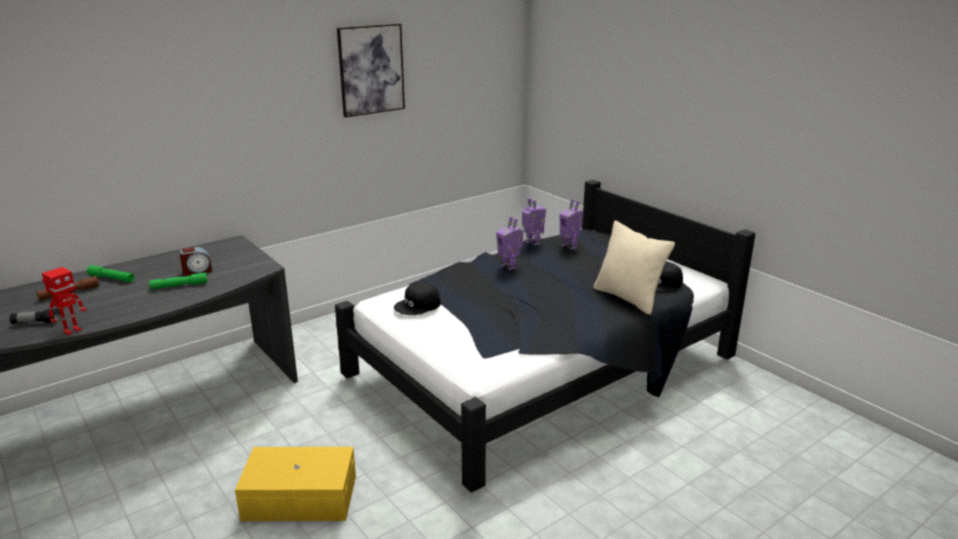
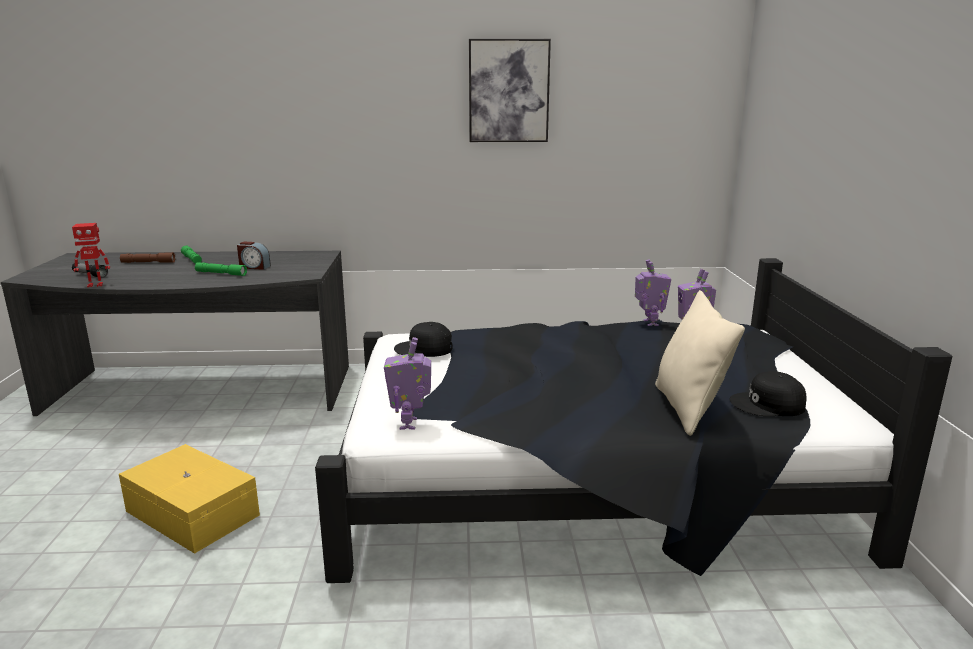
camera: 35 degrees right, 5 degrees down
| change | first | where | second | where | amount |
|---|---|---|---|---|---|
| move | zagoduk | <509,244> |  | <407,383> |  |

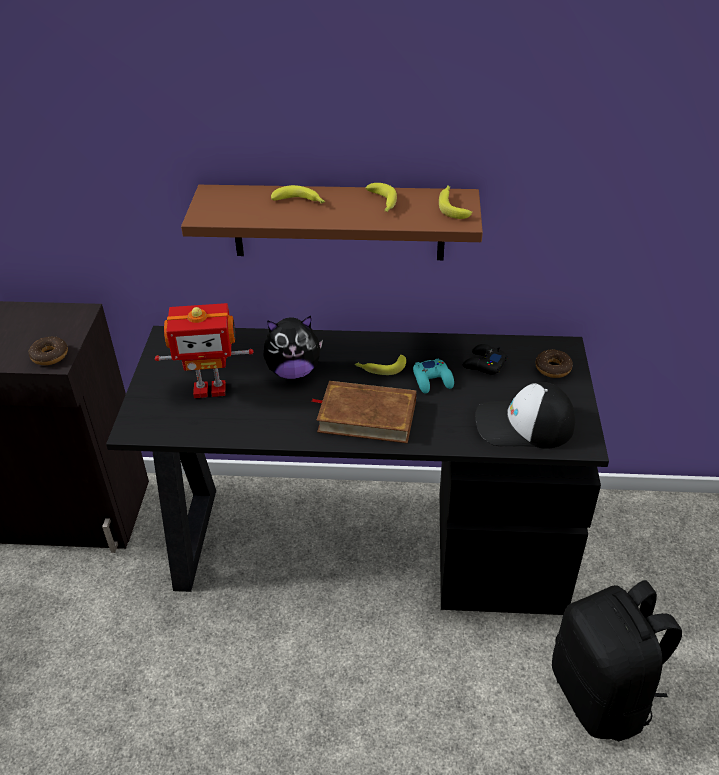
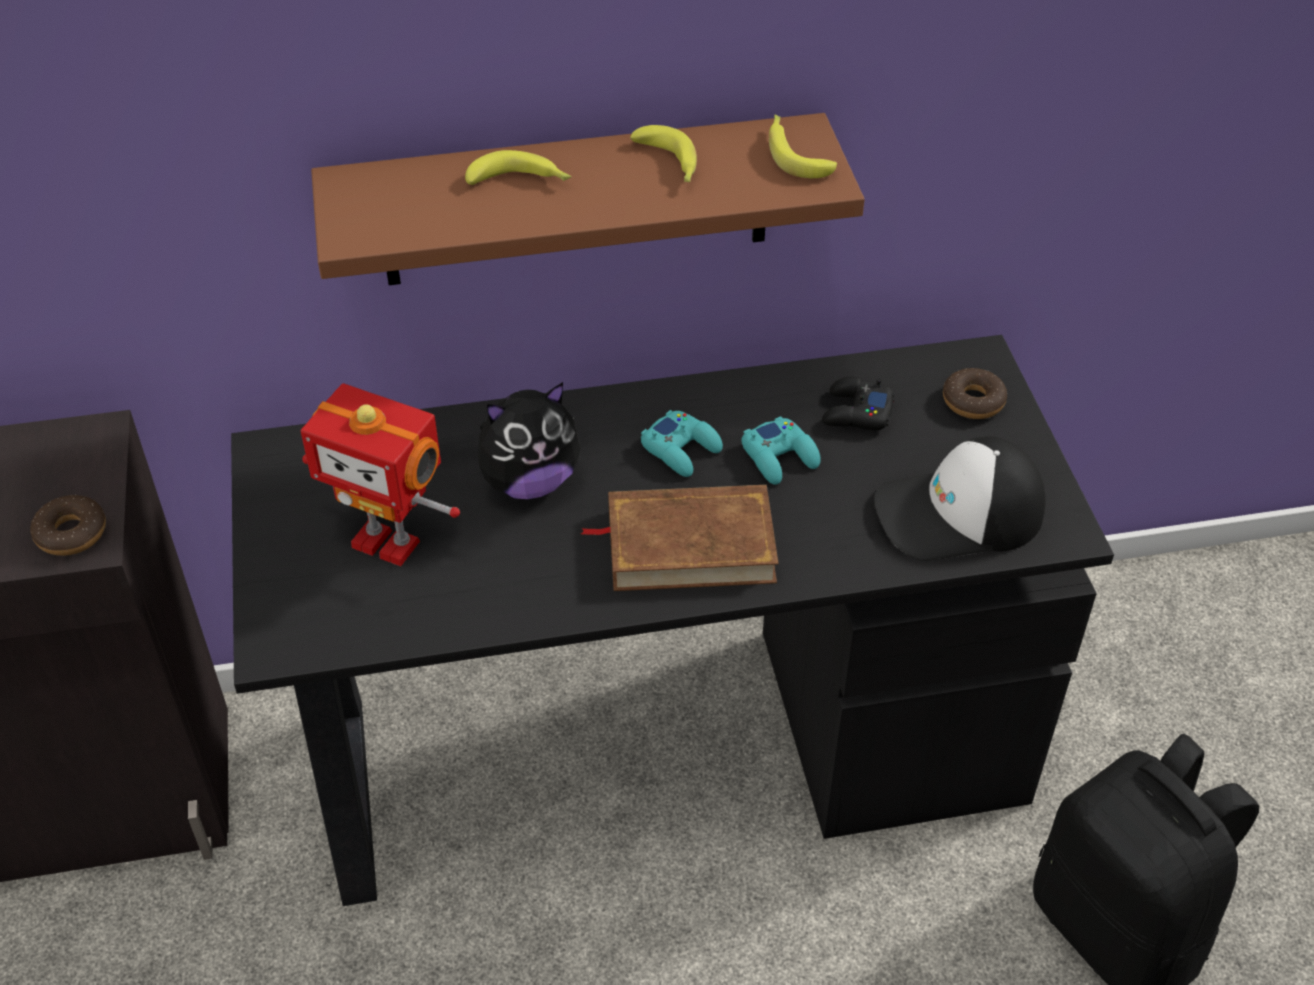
camera: 15 degrees left, 5 degrees up
| change | first | where | second | where | amount |
|---|---|---|---|---|---|
| rotate | zagoduk | <204,350> |  | <380,475> | 45 degrees clockwise |
| replace | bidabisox | <380,365> | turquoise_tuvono | <682,443> |  |

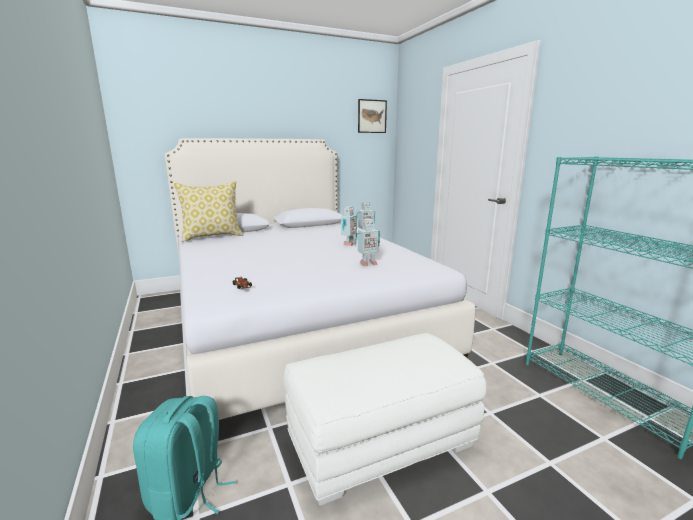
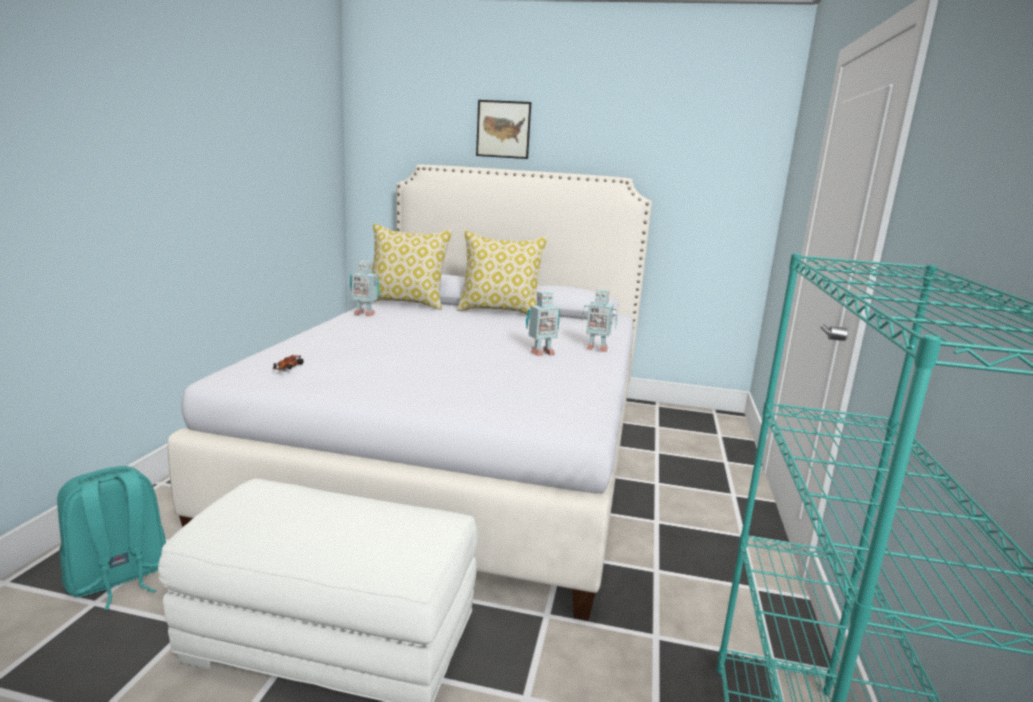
camera: 35 degrees right, 0 degrees up
| change | first | where | second | where | amount |
|---|---|---|---|---|---|
| move | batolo | <372,116> |  | <504,129> |  |
| move | zagoduk | <367,242> |  | <365,288> |  |
| insert |  |  | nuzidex | <502,273> |  |

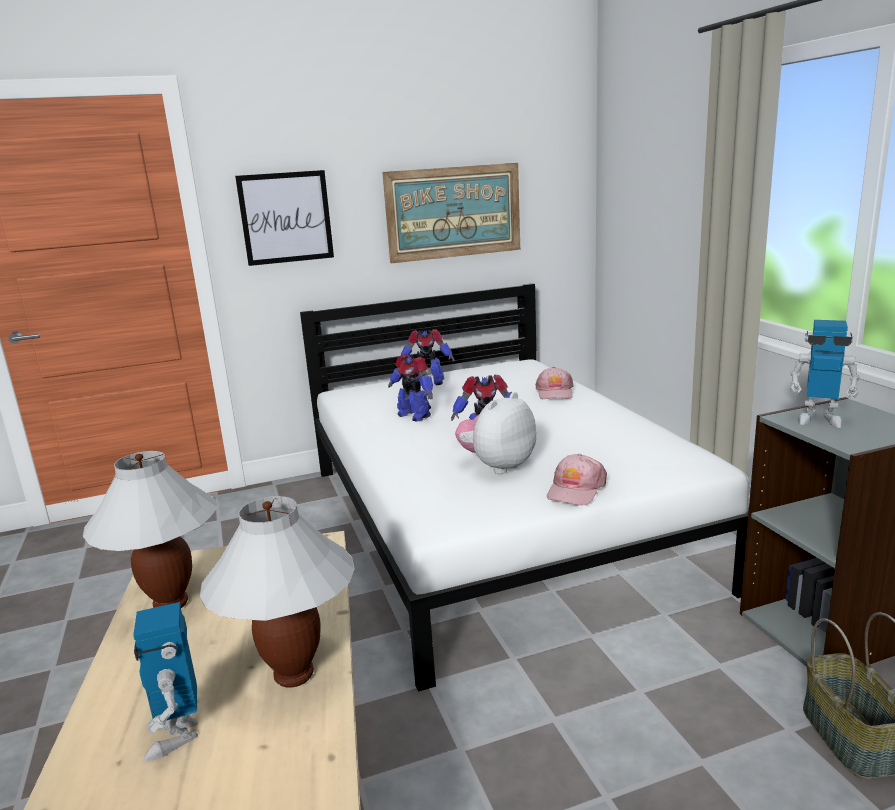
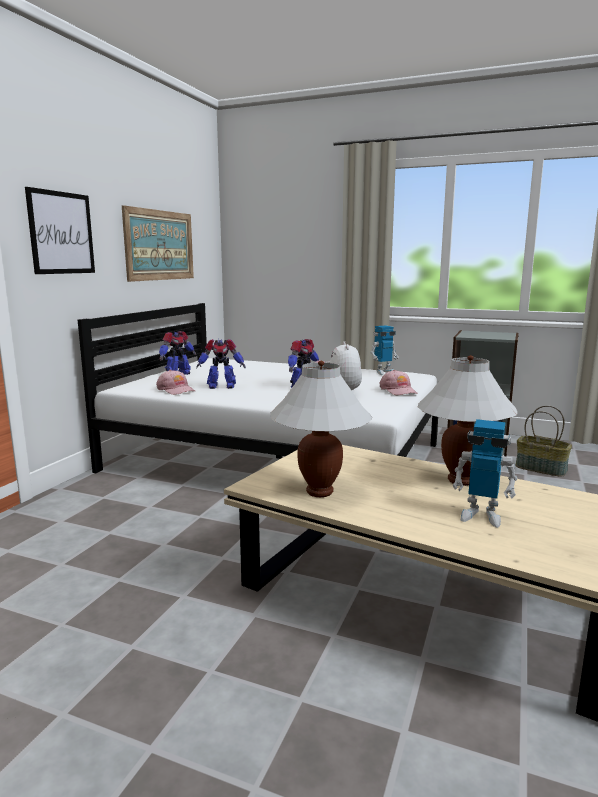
camera: 50 degrees left, 5 degrees down
| change | first | where | second | where | amount |
|---|---|---|---|---|---|
| move | zagoduk | <824,374> |  | <384,350> |  |
| move | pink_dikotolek | <554,383> |  | <175,382> |  |

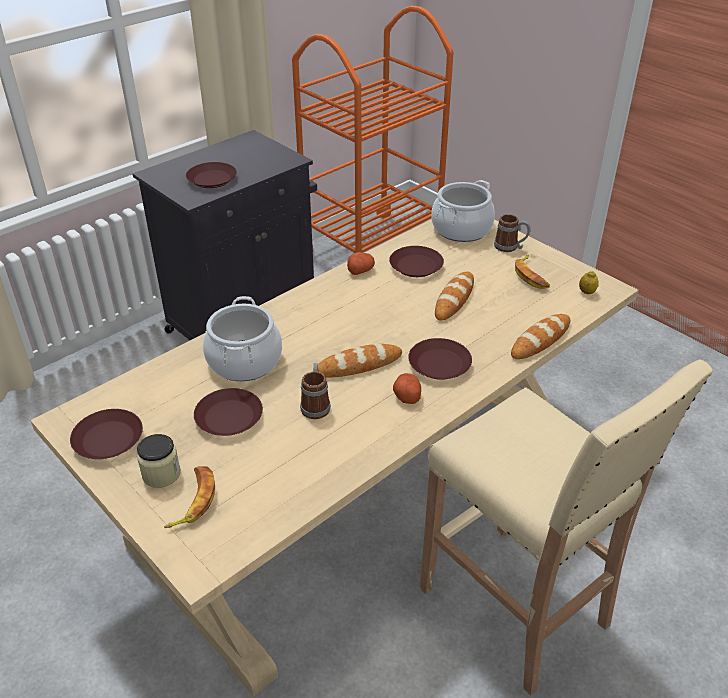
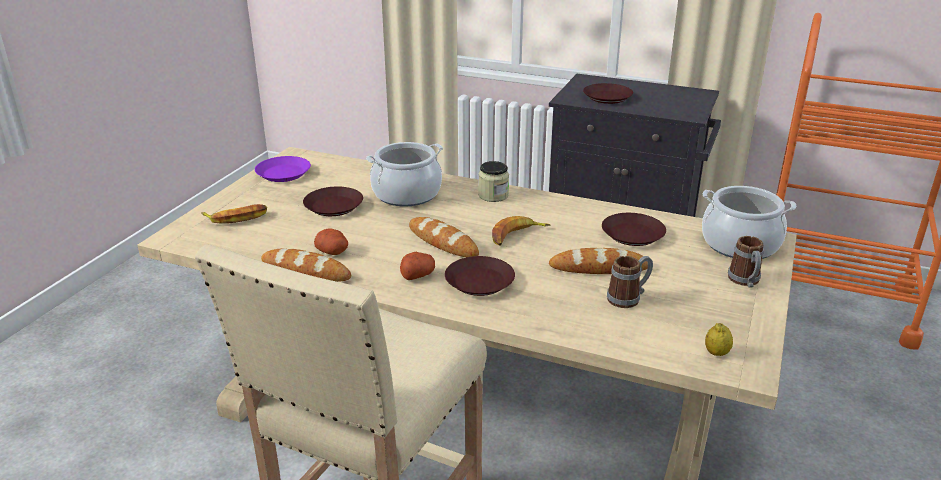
camera: 65 degrees right, 10 degrees down
| change | first | where | second | where | amount |
|---|---|---|---|---|---|
| move | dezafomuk | <361,263> |  | <331,241> |  |
| move | bidabisox | <532,272> |  | <521,231> |  |
| move | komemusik | <540,336> |  | <306,265> |  |
| move | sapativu | <315,391> |  | <630,282> |  |
| recolor | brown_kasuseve | <106,434> | purple_kasuseve | <283,169> |  |
| move | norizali | <159,461> |  | <493,181> |  |

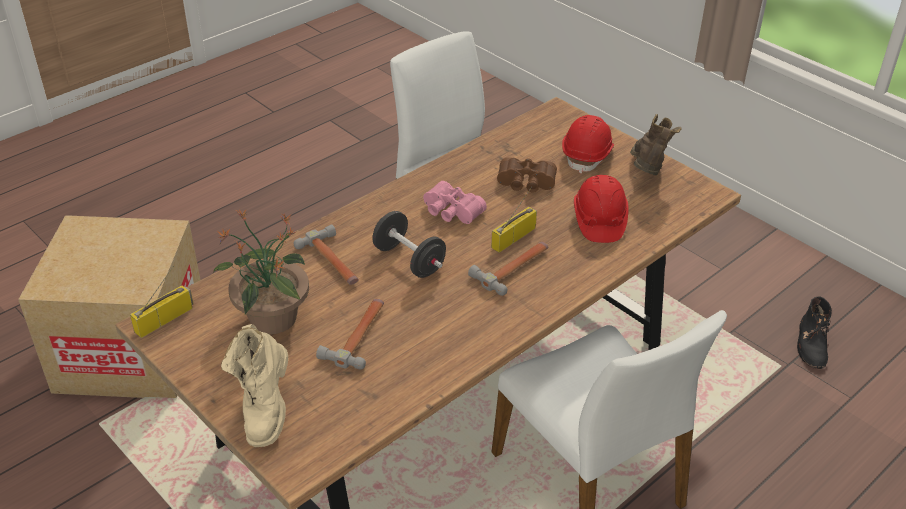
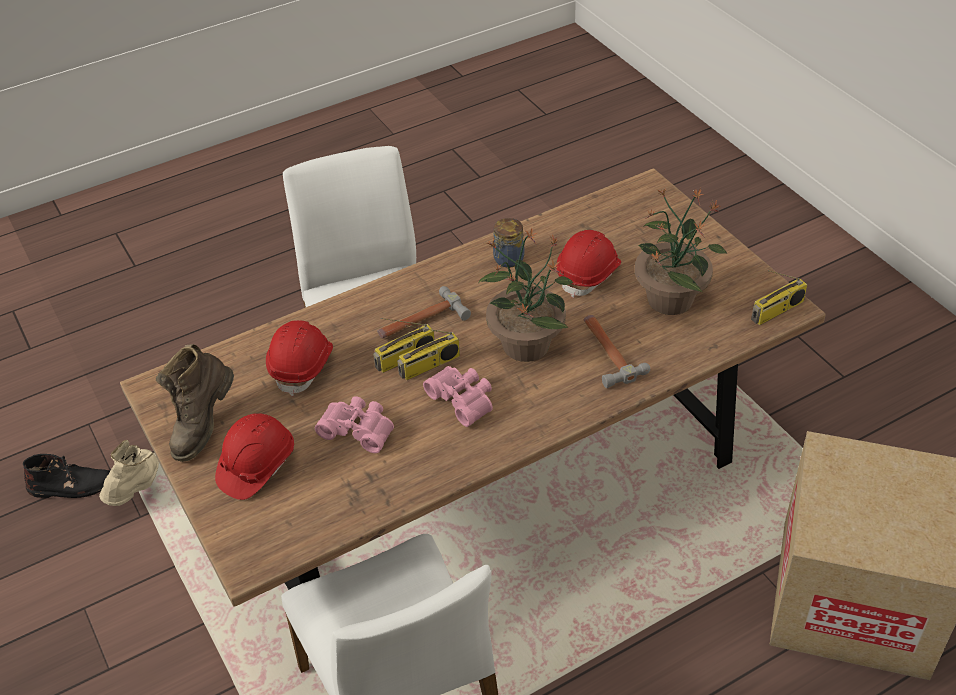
camera: 165 degrees left, 5 degrees up
| change | first | where | second | where | amount |
|---|---|---|---|---|---|
| recolor | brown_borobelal | <527,175> | pink_borobelal | <354,424> |  |
| replace | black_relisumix | <409,244> | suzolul | <525,295> |  |
| rotate | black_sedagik | <814,332> |  | <66,476> | 60 degrees clockwise |
| replace | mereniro | <350,334> | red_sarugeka | <588,264> |  |
| move | beige_sedagik | <254,385> |  | <129,473> |  |
| insert |  |  | norizali | <508,243> |  |
| insert |  |  | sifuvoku | <428,352> |  |

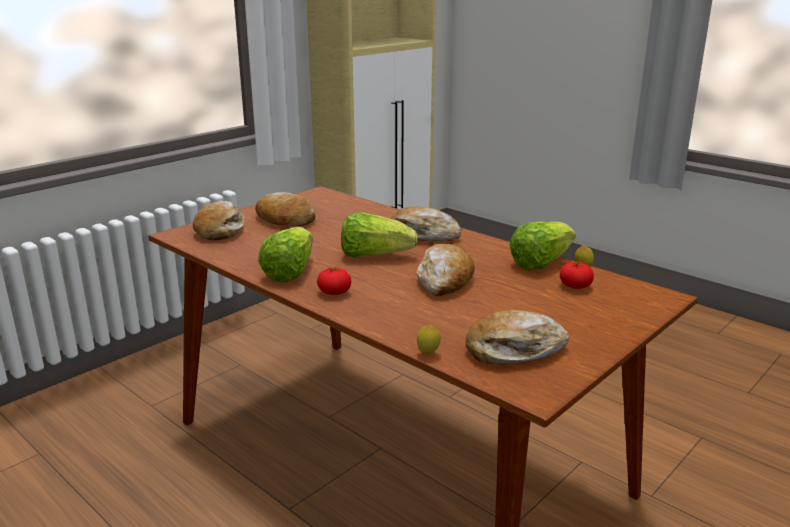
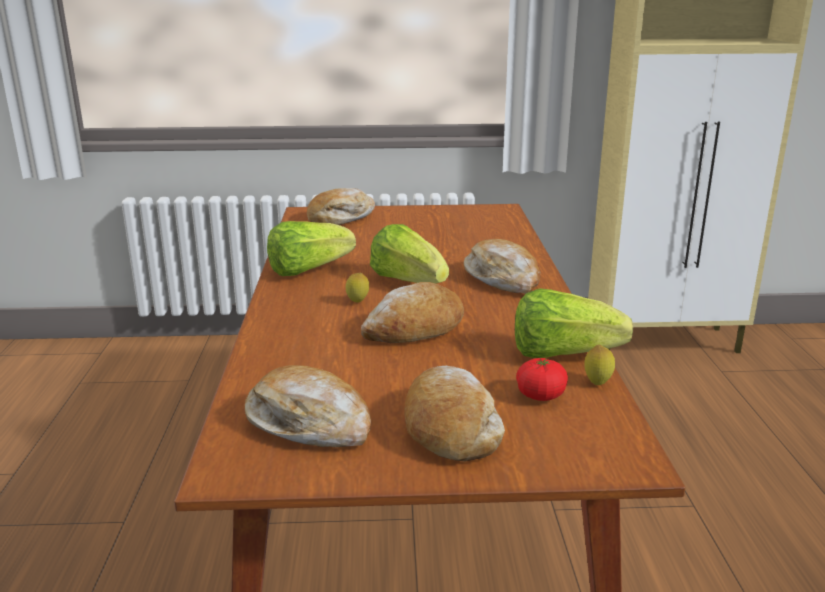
camera: 45 degrees right, 0 degrees up
| change | first | where | second | where | amount |
|---|---|---|---|---|---|
| move | komemusik | <285,209> |  | <454,414> |  |
| delete | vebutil | <334,281> |  |  |  |
| move | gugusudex | <429,339> |  | <357,287> |  |

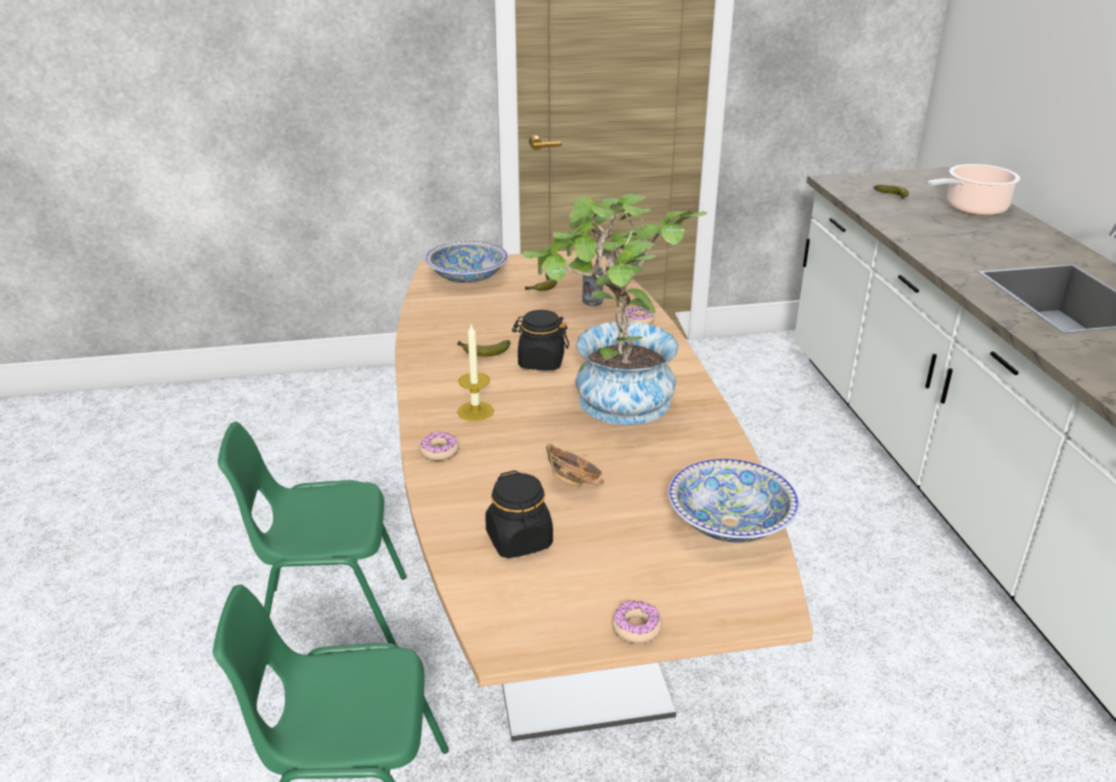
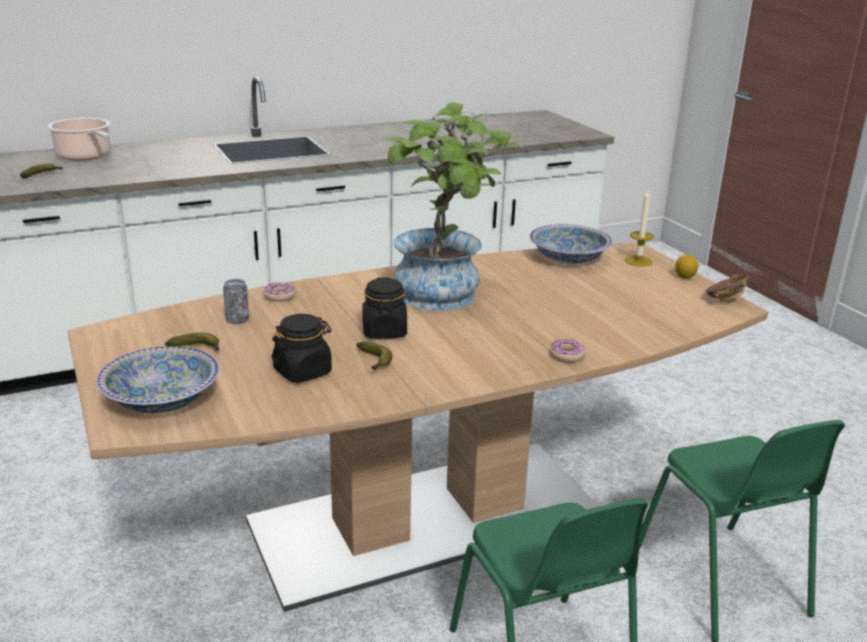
camera: 105 degrees left, 5 degrees down
| change | first | where | second | where | amount |
|---|---|---|---|---|---|
| move | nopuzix | <475,373> |  | <639,228> |  |
| move | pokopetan | <575,465> |  | <727,287> |  |
| move | black_norizali | <519,514> |  | <302,348> |  |
| replace | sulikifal | <637,621> | gugusudex | <686,267> |  |

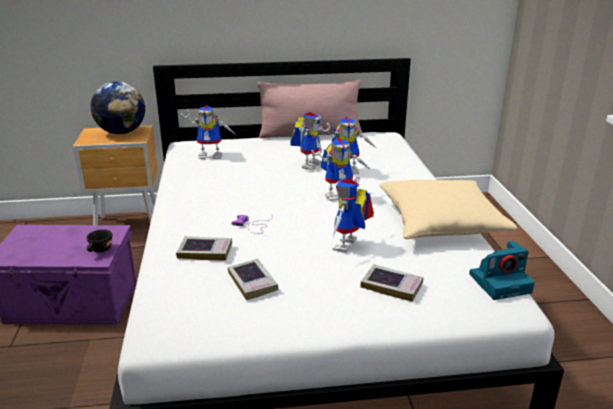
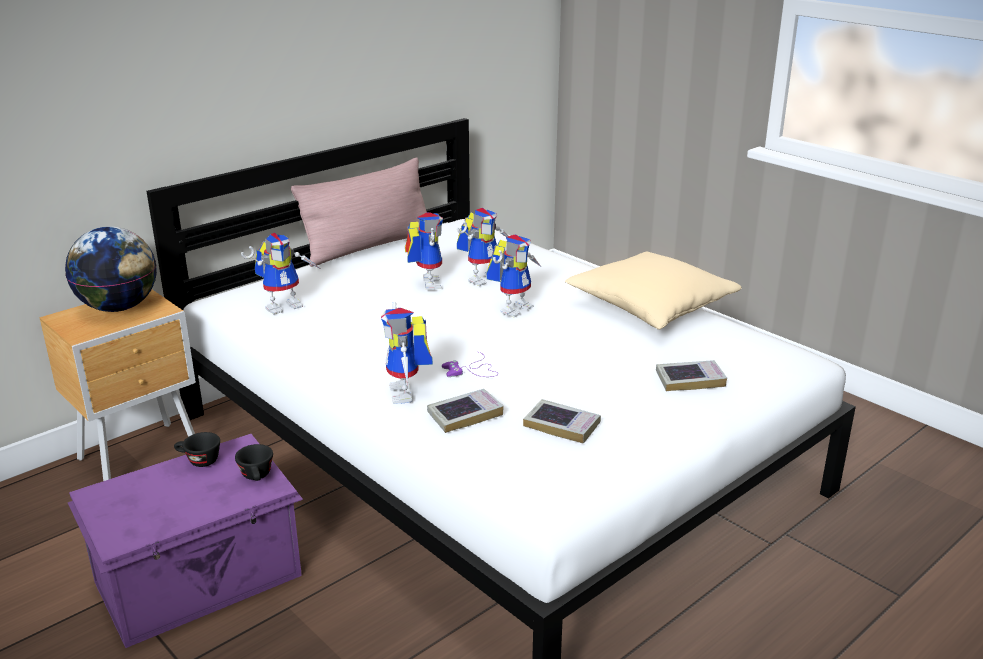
camera: 35 degrees left, 0 degrees up
| change | first | where | second | where | amount |
|---|---|---|---|---|---|
| move | zagoduk | <353,214> |  | <407,353> |  |
| delete | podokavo | <502,270> |  |  |  |
| insert |  |  | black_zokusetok | <197,449> |  |

